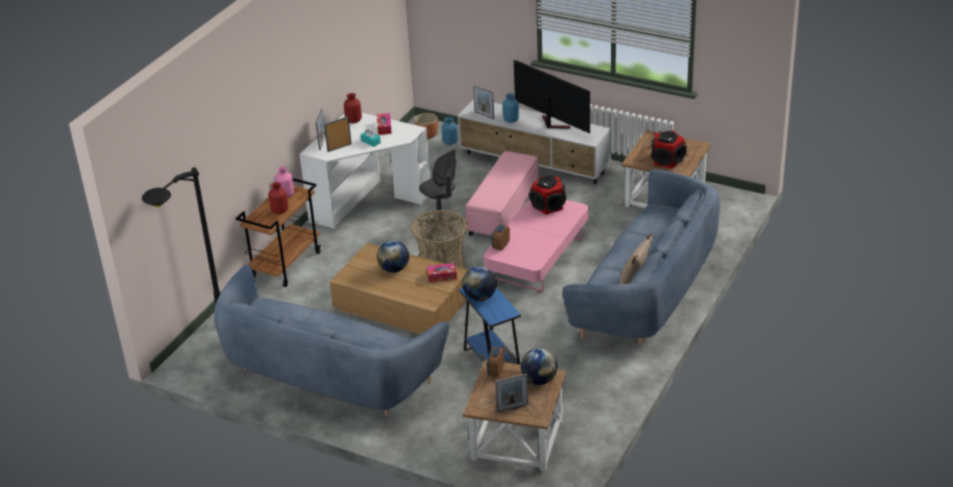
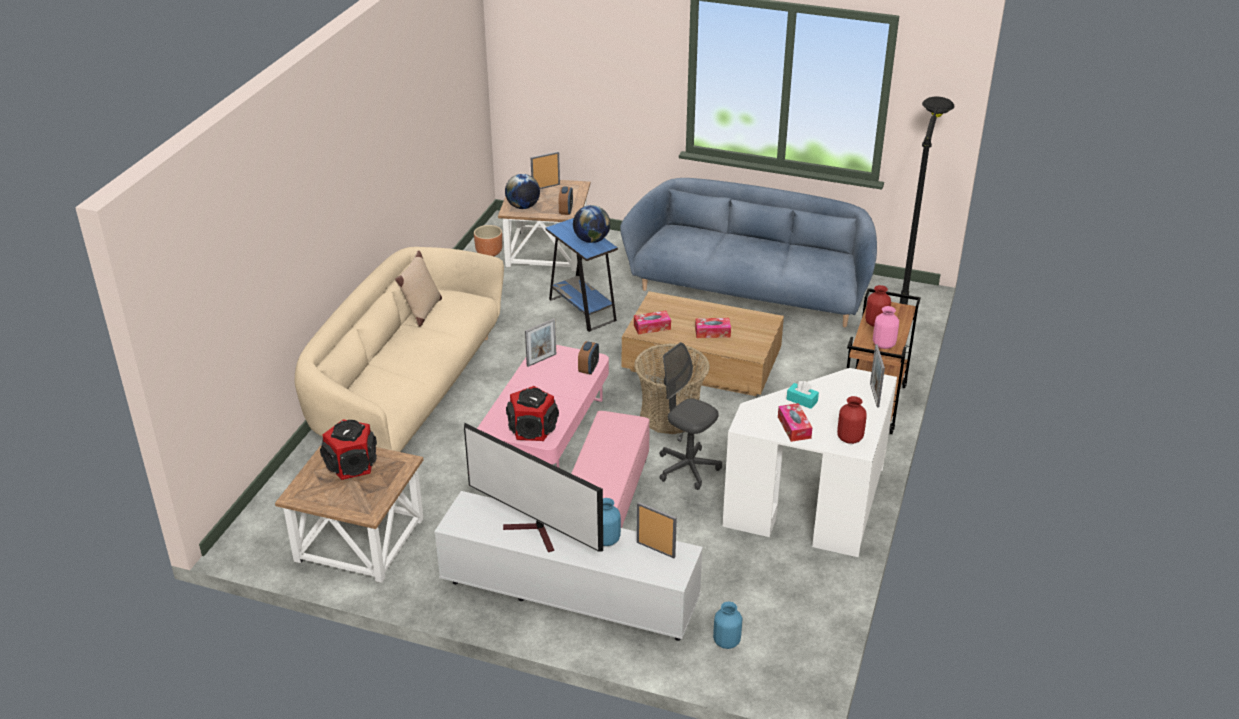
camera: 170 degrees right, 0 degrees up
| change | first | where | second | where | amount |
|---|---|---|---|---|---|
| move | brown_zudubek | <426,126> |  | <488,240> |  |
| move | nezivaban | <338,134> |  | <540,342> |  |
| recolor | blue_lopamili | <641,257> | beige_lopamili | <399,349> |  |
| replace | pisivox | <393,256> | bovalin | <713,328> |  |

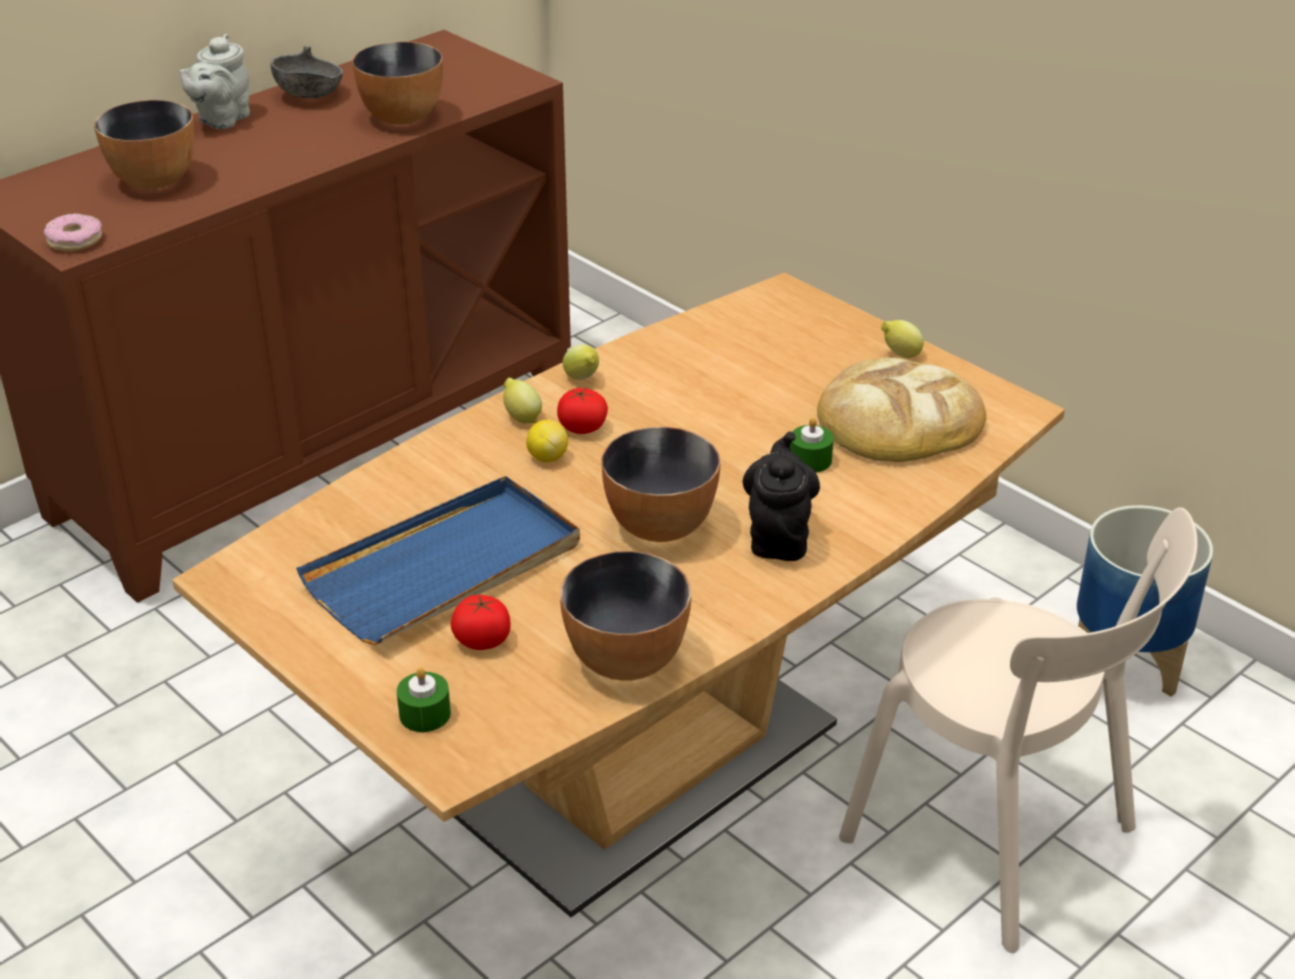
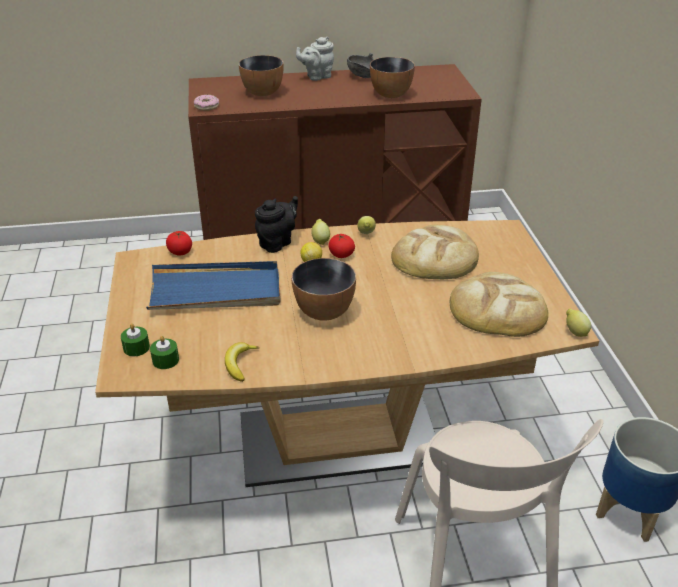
camera: 35 degrees right, 0 degrees up
| change | first | where | second | where | amount |
|---|---|---|---|---|---|
| move | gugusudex | <902,339> |  | <578,323> |  |
| move | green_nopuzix | <812,445> |  | <164,352> |  |
| move | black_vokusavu | <781,496> |  | <276,224> |  |
| replace | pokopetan | <625,616> | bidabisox | <242,362> |  |
| move | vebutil | <481,622> |  | <179,243> |  |
| insert |  |  | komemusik | <435,252> |  |

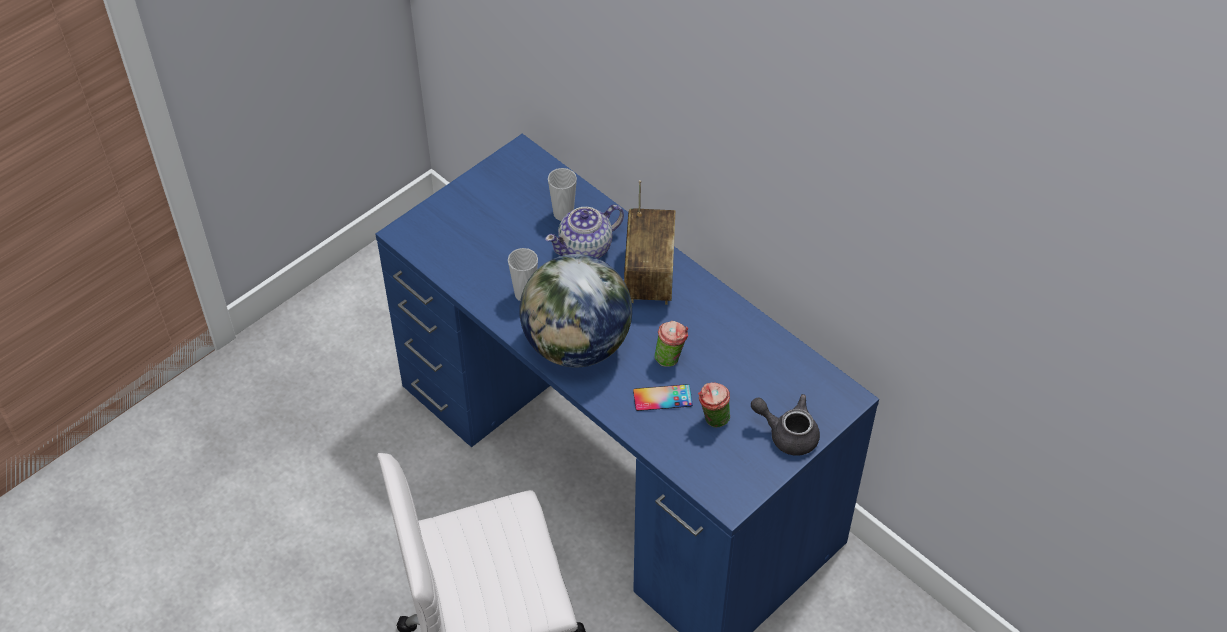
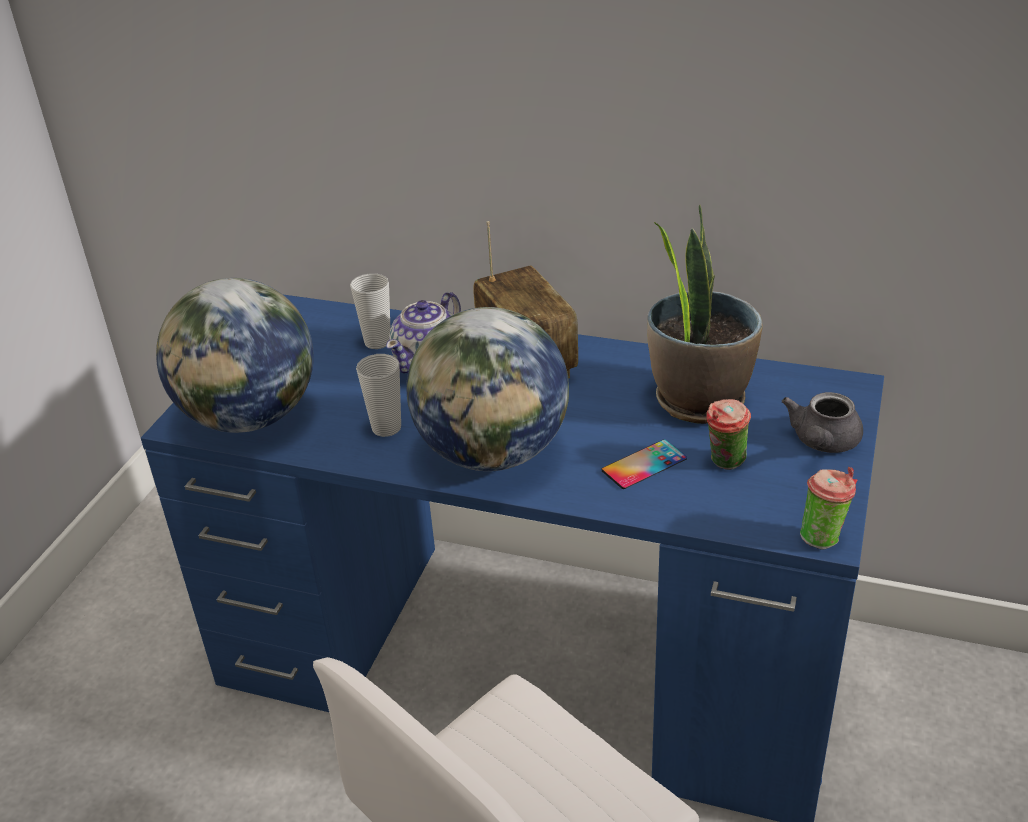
camera: 25 degrees left, 15 degrees down
| change | first | where | second | where | amount |
|---|---|---|---|---|---|
| move | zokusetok | <671,344> |  | <828,508> |  |
| rotate | grey_vokusavu | <785,425> |  | <822,422> | 60 degrees counterclockwise |
| insert |  |  | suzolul | <705,314> |  |
| insert |  |  | pisivox | <235,355> |  |

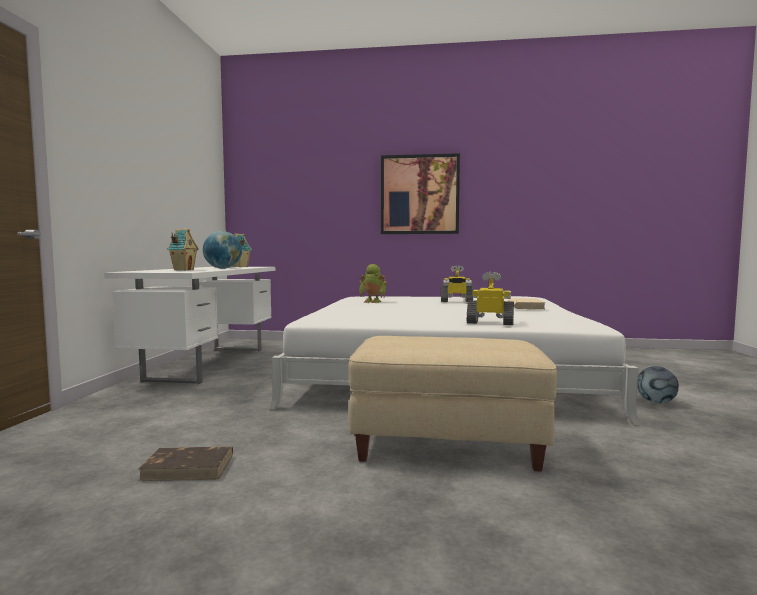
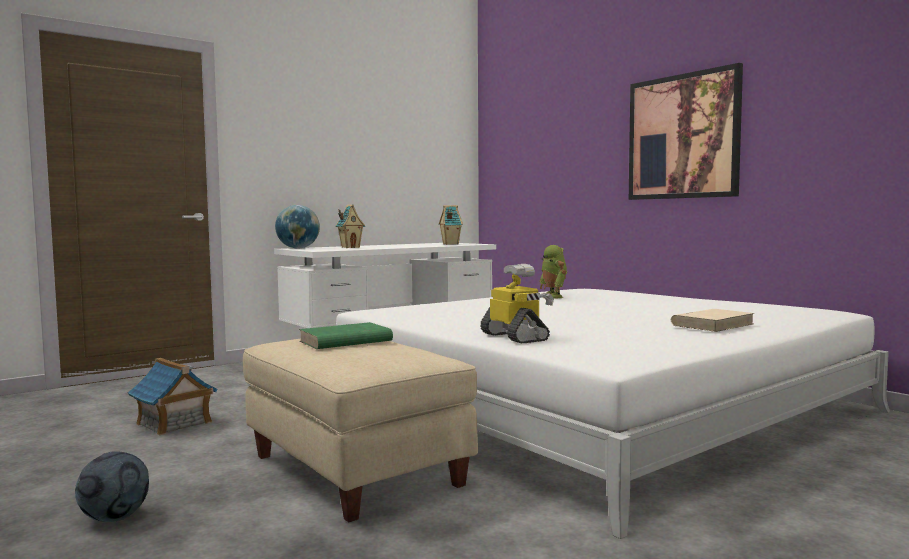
camera: 45 degrees right, 0 degrees up
| change | first | where | second | where | amount |
|---|---|---|---|---|---|
| move | pisivox | <222,250> |  | <297,227> |  |
| delete | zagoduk | <457,283> |  |  |  |
| move | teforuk | <658,385> |  | <112,486> |  |
| replace | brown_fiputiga | <185,463> | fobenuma | <173,396> |  |
| insert |  |  | green_fiputiga | <346,335> |  |

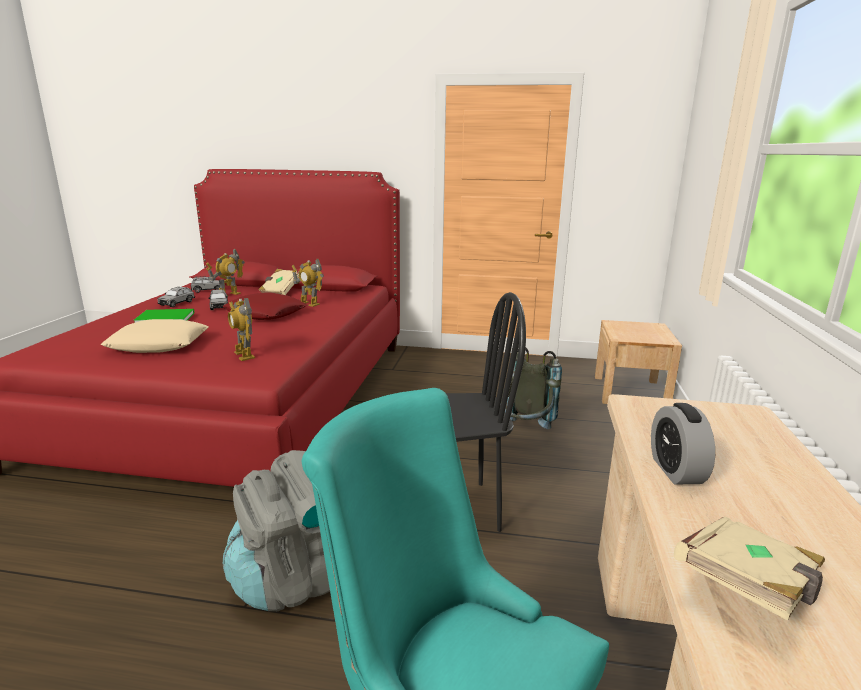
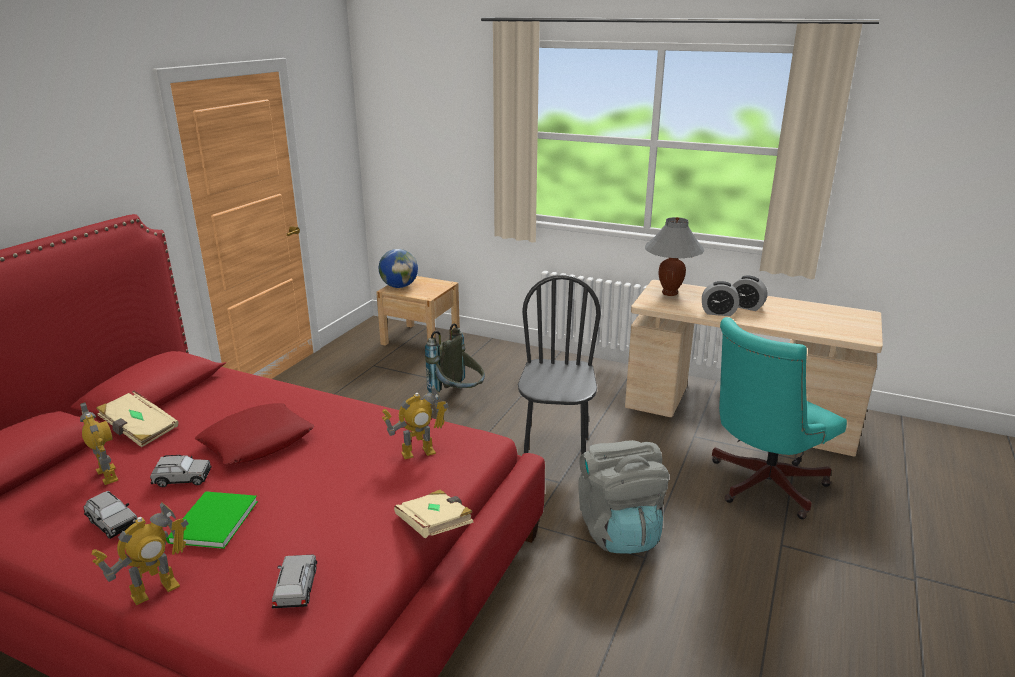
camera: 75 degrees left, 5 degrees up
| change | first | where | second | where | amount |
|---|---|---|---|---|---|
| move | zagoduk | <308,283> |  | <140,554> |  |
| move | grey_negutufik | <205,284> |  | <294,581> |  |
| delete | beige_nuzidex | <155,336> |  |  |  |
| move | beige_fiputiga | <749,569> |  | <433,514> |  |
| insert |  |  | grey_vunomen | <674,256> |  |
| insert |  |  | pisivox | <398,268> |  |
| insert |  |  | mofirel | <750,293> |  |

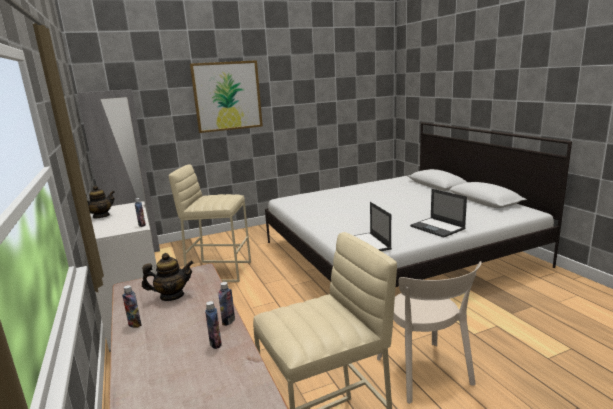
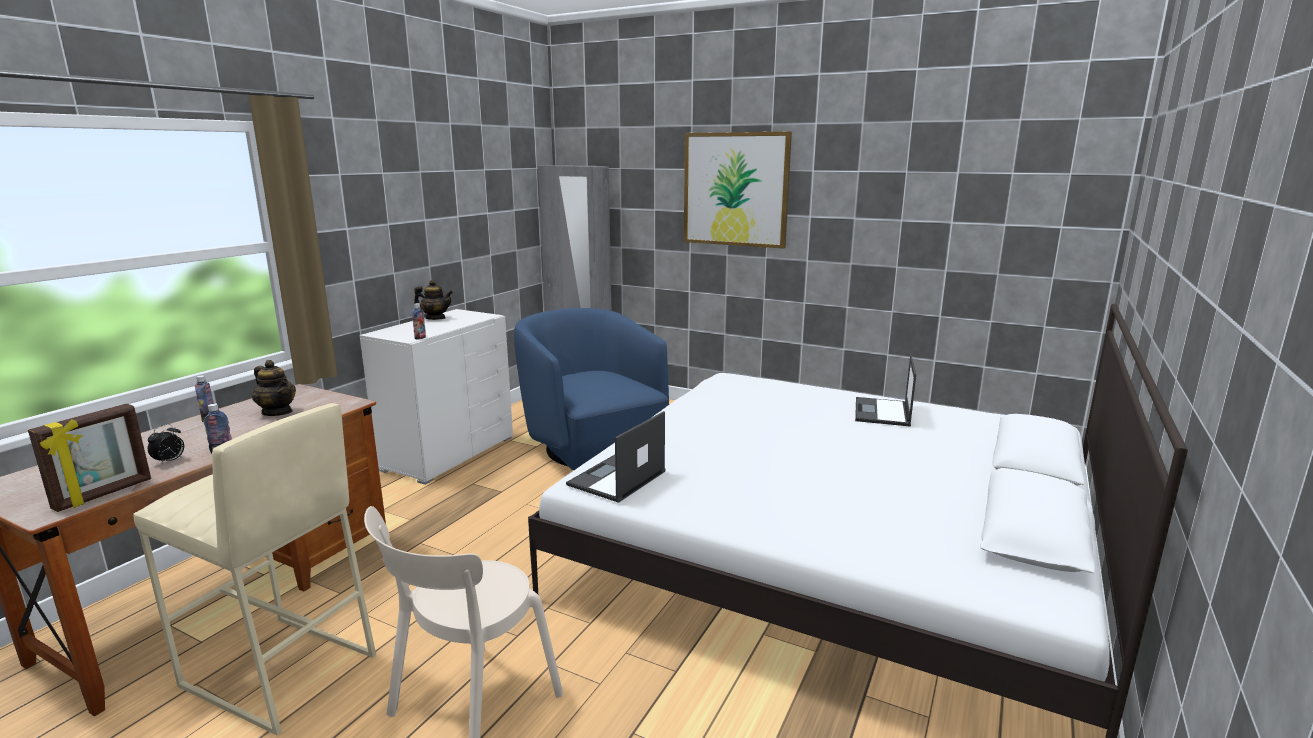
camera: 50 degrees right, 0 degrees up
| change | first | where | second | where | amount |
|---|---|---|---|---|---|
| replace | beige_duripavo | <210,223> | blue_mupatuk | <591,389> |  |
| move | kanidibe | <438,213> |  | <885,391> |  |
| replace | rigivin | <213,325> | mofirel | <166,444> |  |
| insert |  |  | nezivaban | <89,458> |  |

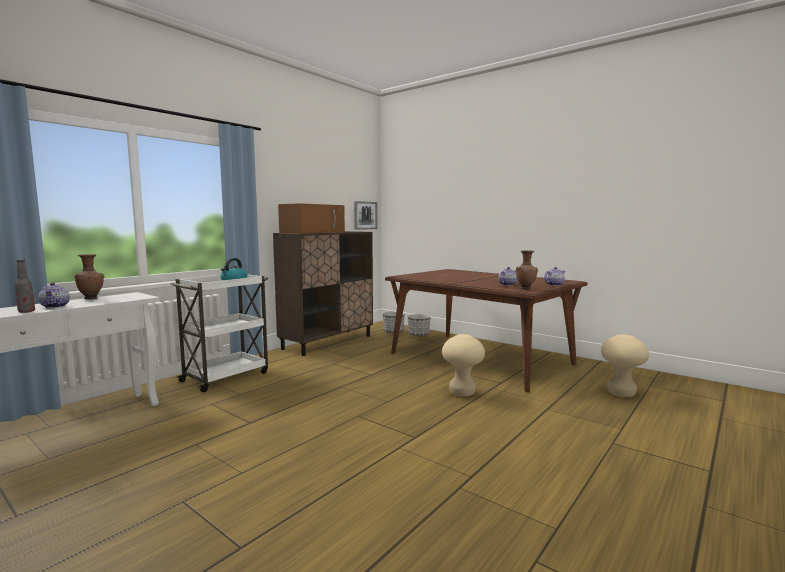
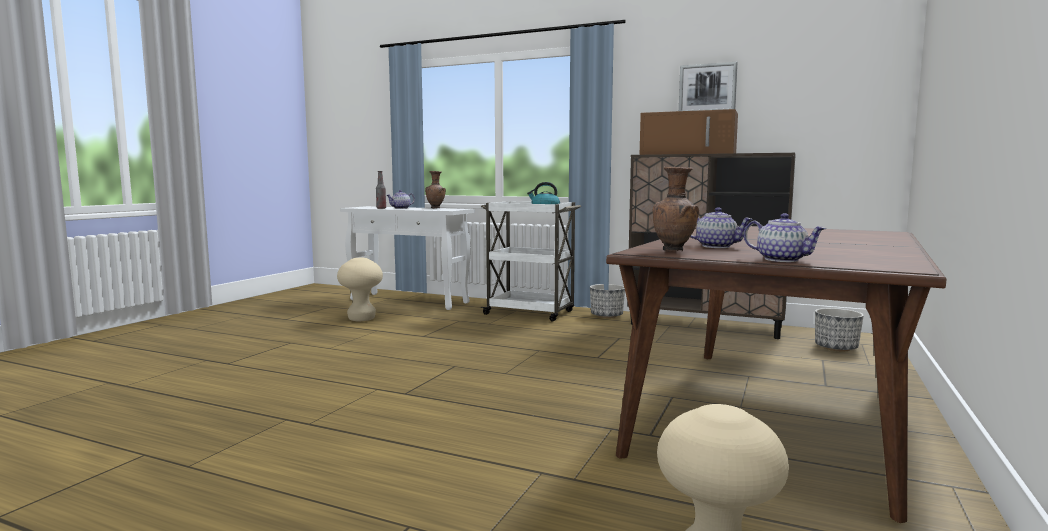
camera: 75 degrees right, 0 degrees up
| change | first | where | second | where | amount |
|---|---|---|---|---|---|
| move | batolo | <365,215> |  | <708,86> |  |
| move | zudubek | <419,325> |  | <607,301> |  |
| move | beige_duripavo | <463,365> |  | <360,289> |  |

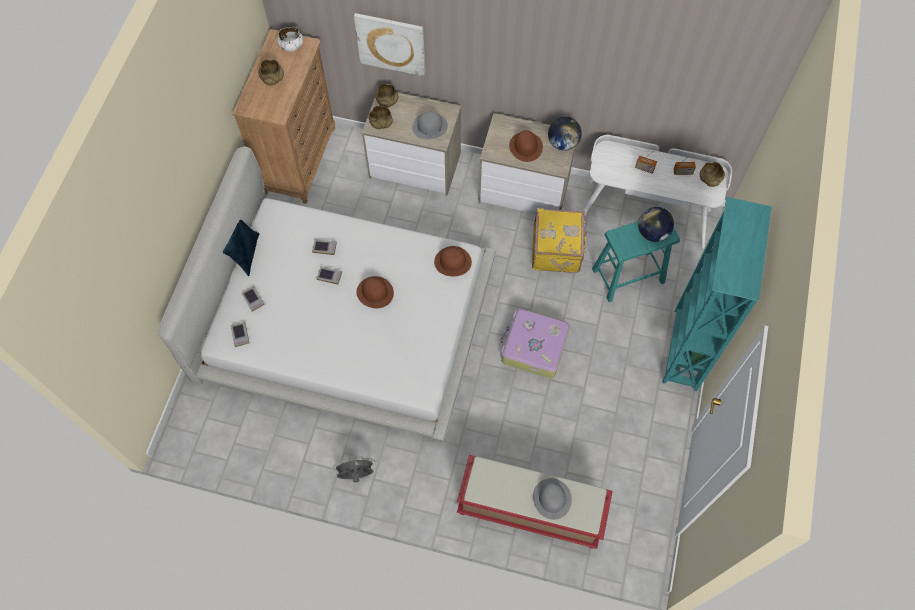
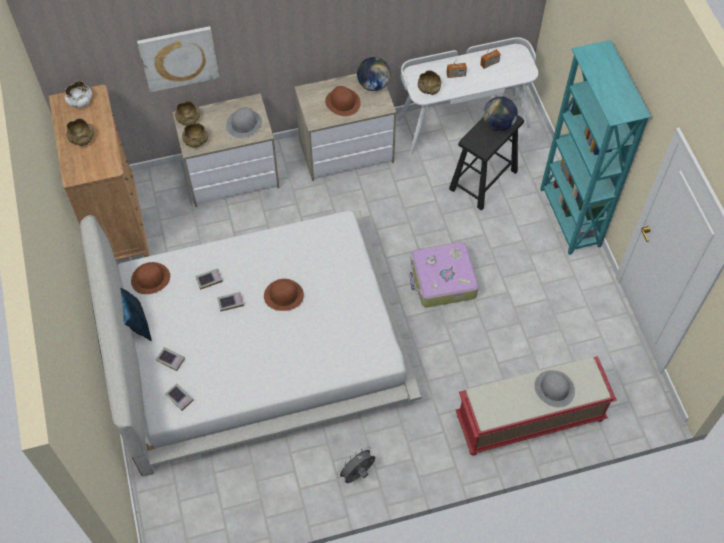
camera: 30 degrees left, 5 degrees down
| change | first | where | second | where | amount |
|---|---|---|---|---|---|
| move | beige_pokopetan | <712,174> |  | <429,82> |  |
| delete | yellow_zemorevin | <559,240> |  |  |  |
| recolor | turquoise_duripavo | <636,261> | black_duripavo | <486,162> |  |
| move | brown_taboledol | <453,261> |  | <150,278> |  |

